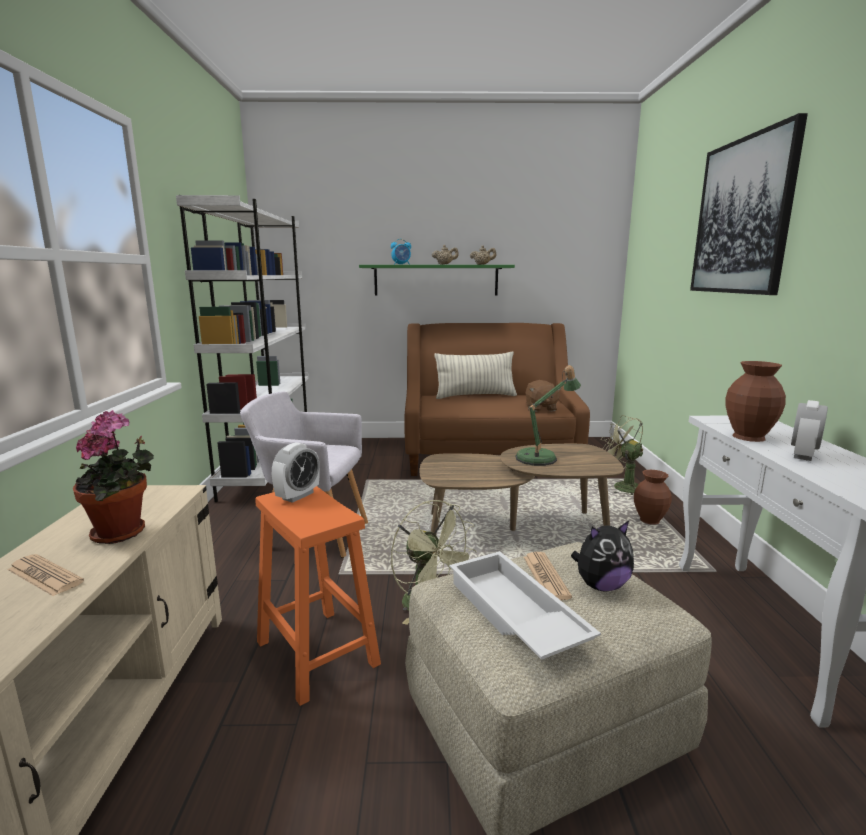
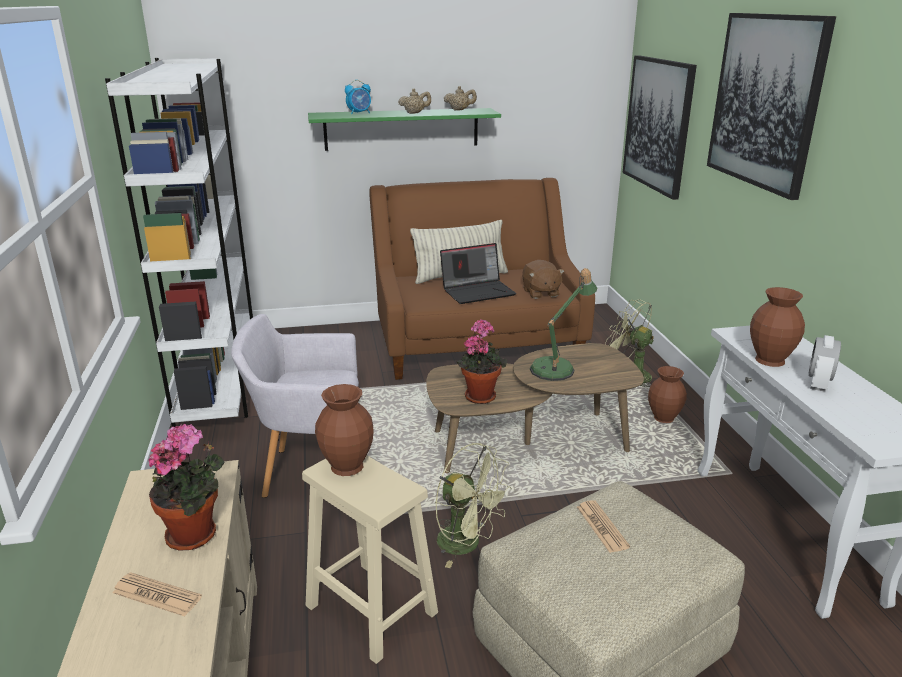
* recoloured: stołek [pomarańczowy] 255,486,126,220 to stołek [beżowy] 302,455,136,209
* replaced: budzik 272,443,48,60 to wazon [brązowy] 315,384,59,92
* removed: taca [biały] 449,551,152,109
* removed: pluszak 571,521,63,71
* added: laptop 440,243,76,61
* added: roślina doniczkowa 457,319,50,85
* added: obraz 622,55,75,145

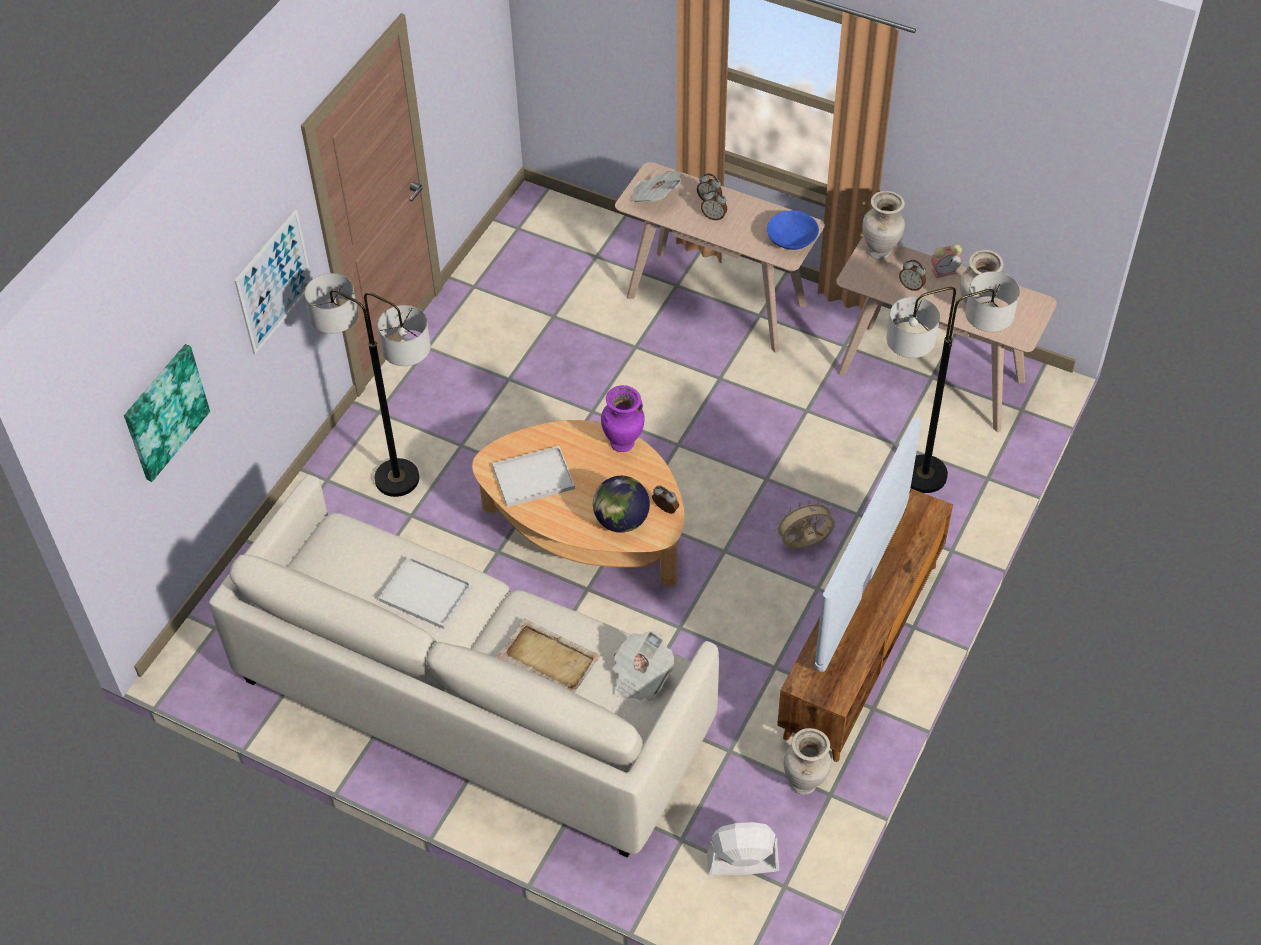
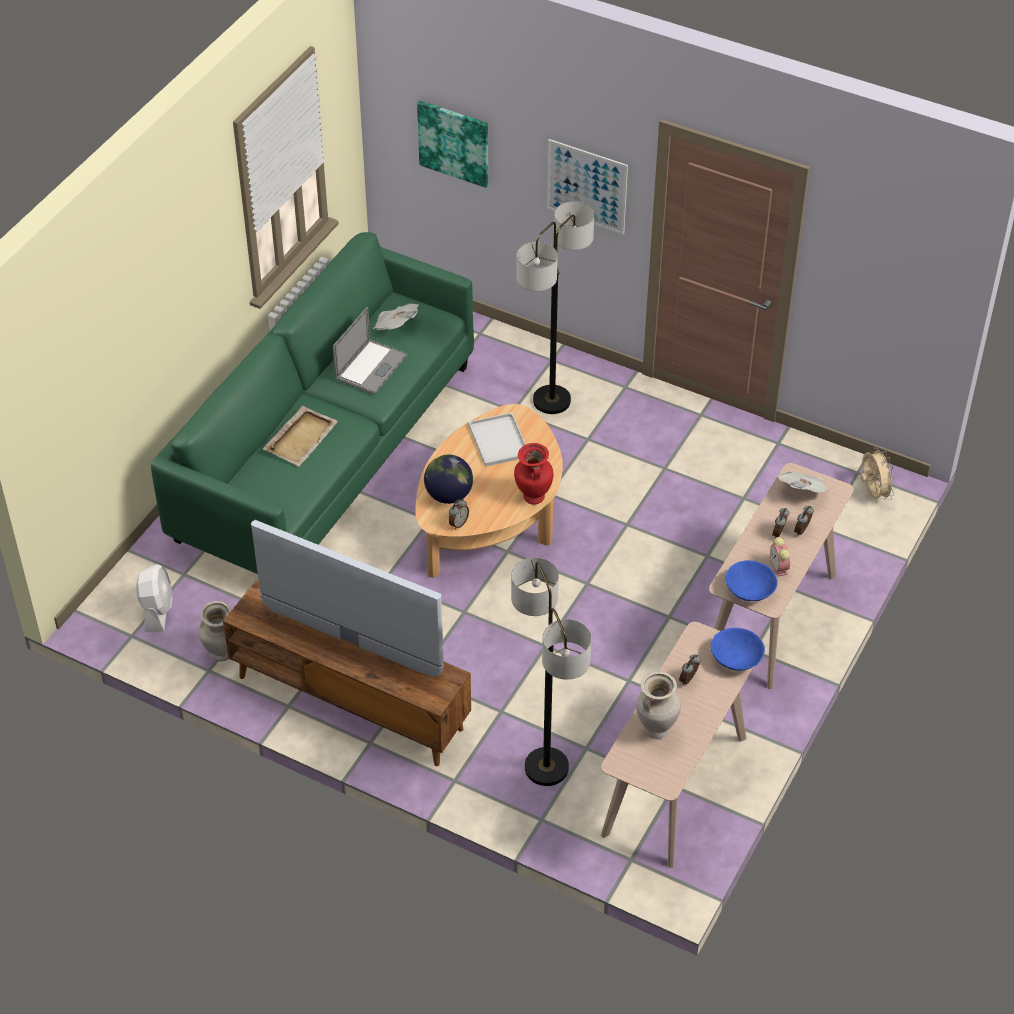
* recoloured: kanapa [biały] 209,475,510,383 to kanapa [zielony] 151,232,323,342
* replaced: taca [biały] 379,556,94,73 to laptop 333,307,75,87
* recoloured: wazon [fioletowy] 601,385,44,67 to wazon [czerwony] 514,443,39,62
* moved: gazeta 613,631,61,70 to 373,303,46,27
* moved: wentylator [beżowy] 773,499,62,50 to 860,448,36,52
* replaced: wazon [beżowy] 862,191,43,69 to miska [niebieski] 711,628,54,43
* moved: budzik 931,244,31,34 to 770,537,20,40

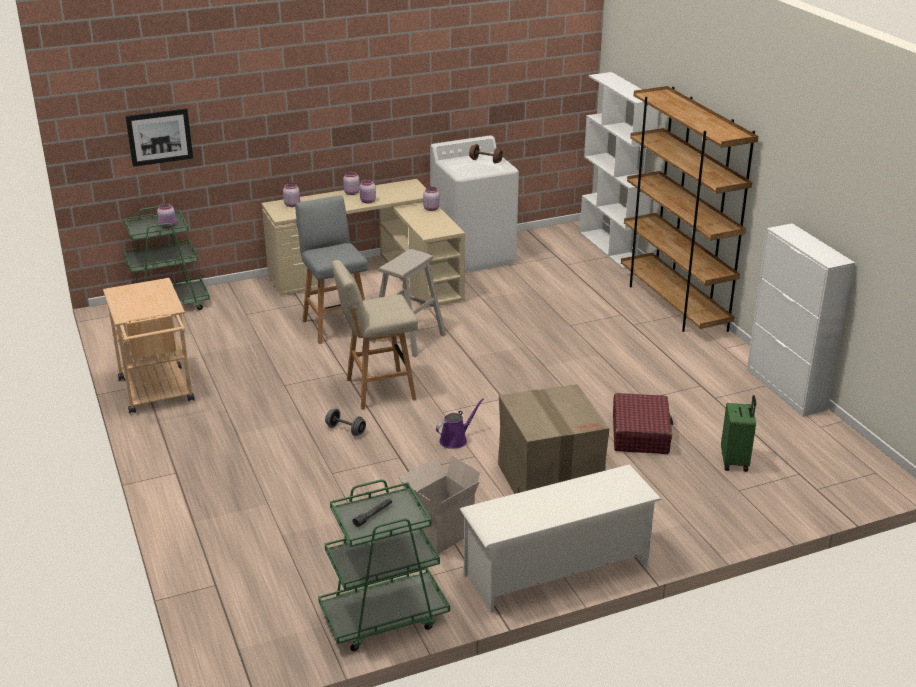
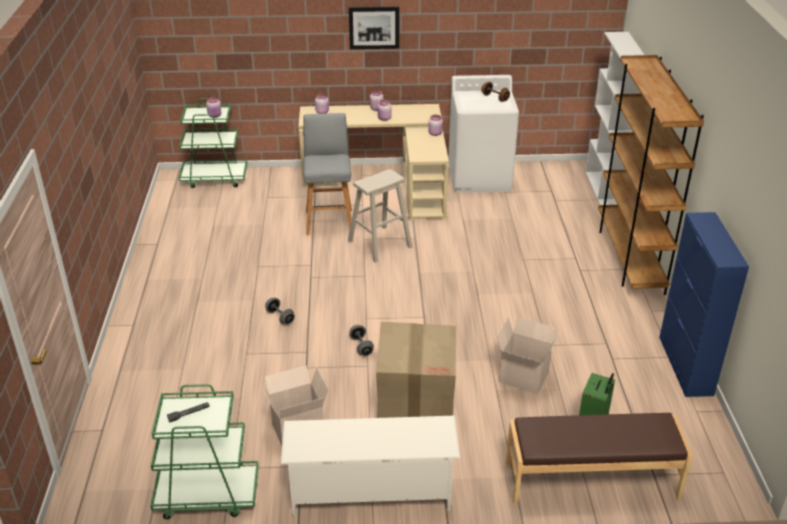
* removed: wózek [beżowy] 103,278,92,135
* moved: obraz 126,108,67,59 to 349,6,50,43
* removed: stołek [beżowy] 332,260,86,150
* replaced: konewka [fioletowy] 436,398,48,51 to hantel [szary] 349,325,25,31
* replaced: walizka [czerwony] 613,393,60,61 to karton 497,317,63,77
* recoloured: szafka [biały] 747,223,108,194 to szafka [niebieski] 659,212,90,185
* added: ławka [brązowy] 506,413,187,93

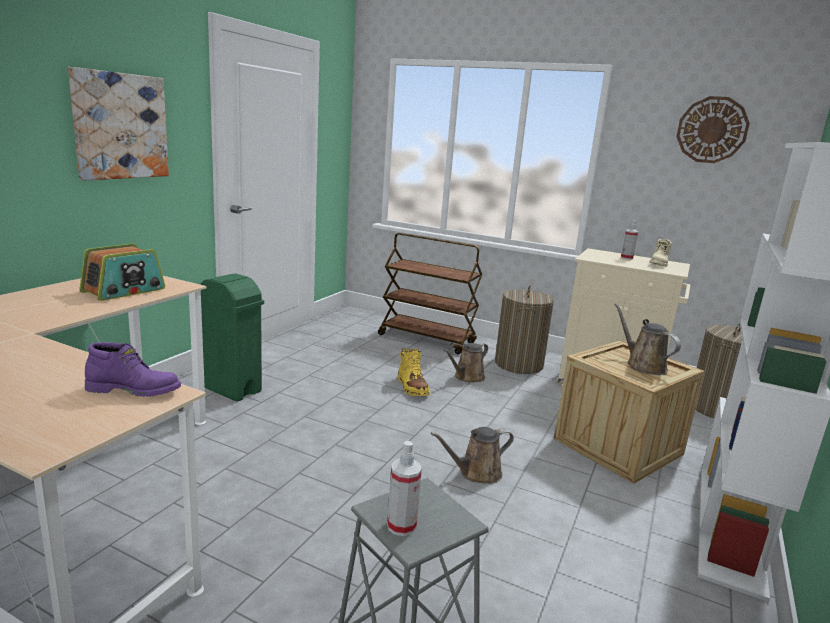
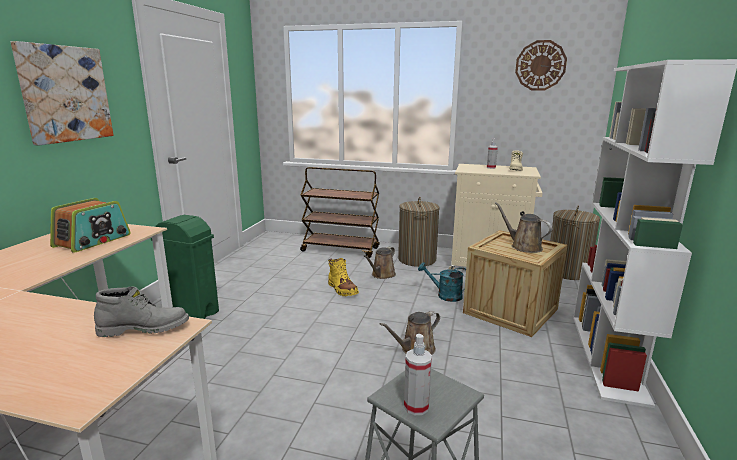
* recoloured: but z cholewką [fioletowy] 85,342,96,55 to but z cholewką [szary] 94,286,95,51
* added: konewka [turkusowy] 418,262,48,40

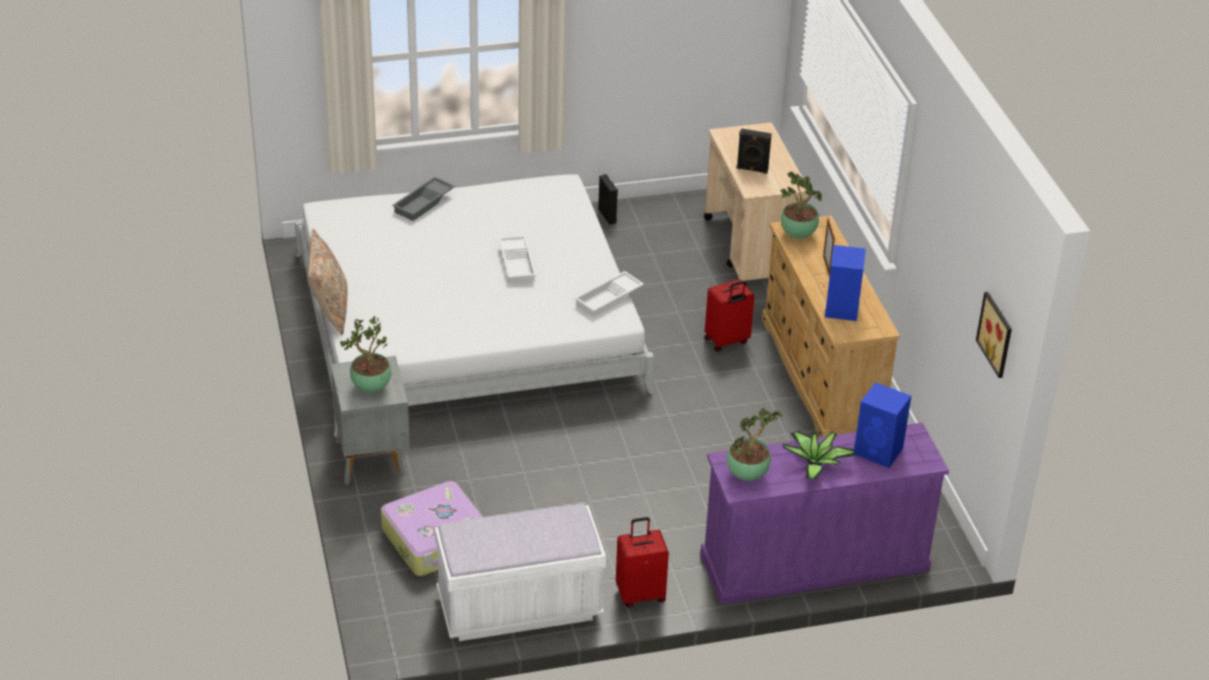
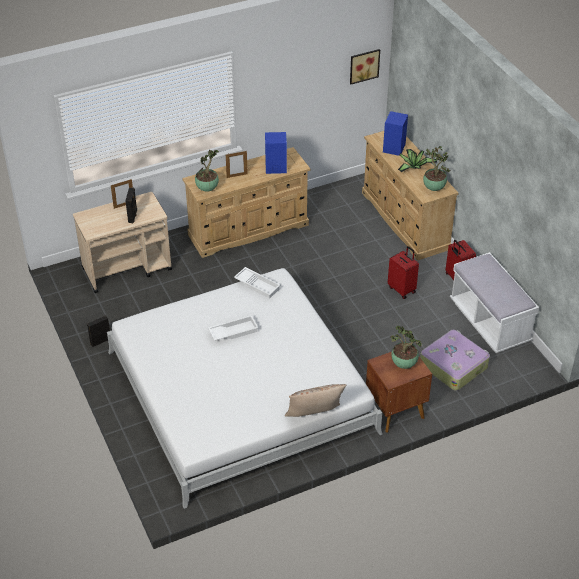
* recoloured: szafka nocna [szary] 331,356,79,129 to szafka nocna [brązowy] 366,352,66,81
* removed: taca [szary] 392,176,63,45
* recoloured: komoda [fioletowy] 700,422,249,183 to komoda [beżowy] 362,131,96,130
* moved: walizka [czerwony] 705,279,50,73 to 388,246,31,53
* added: ramka na zdjęcie 111,179,22,30

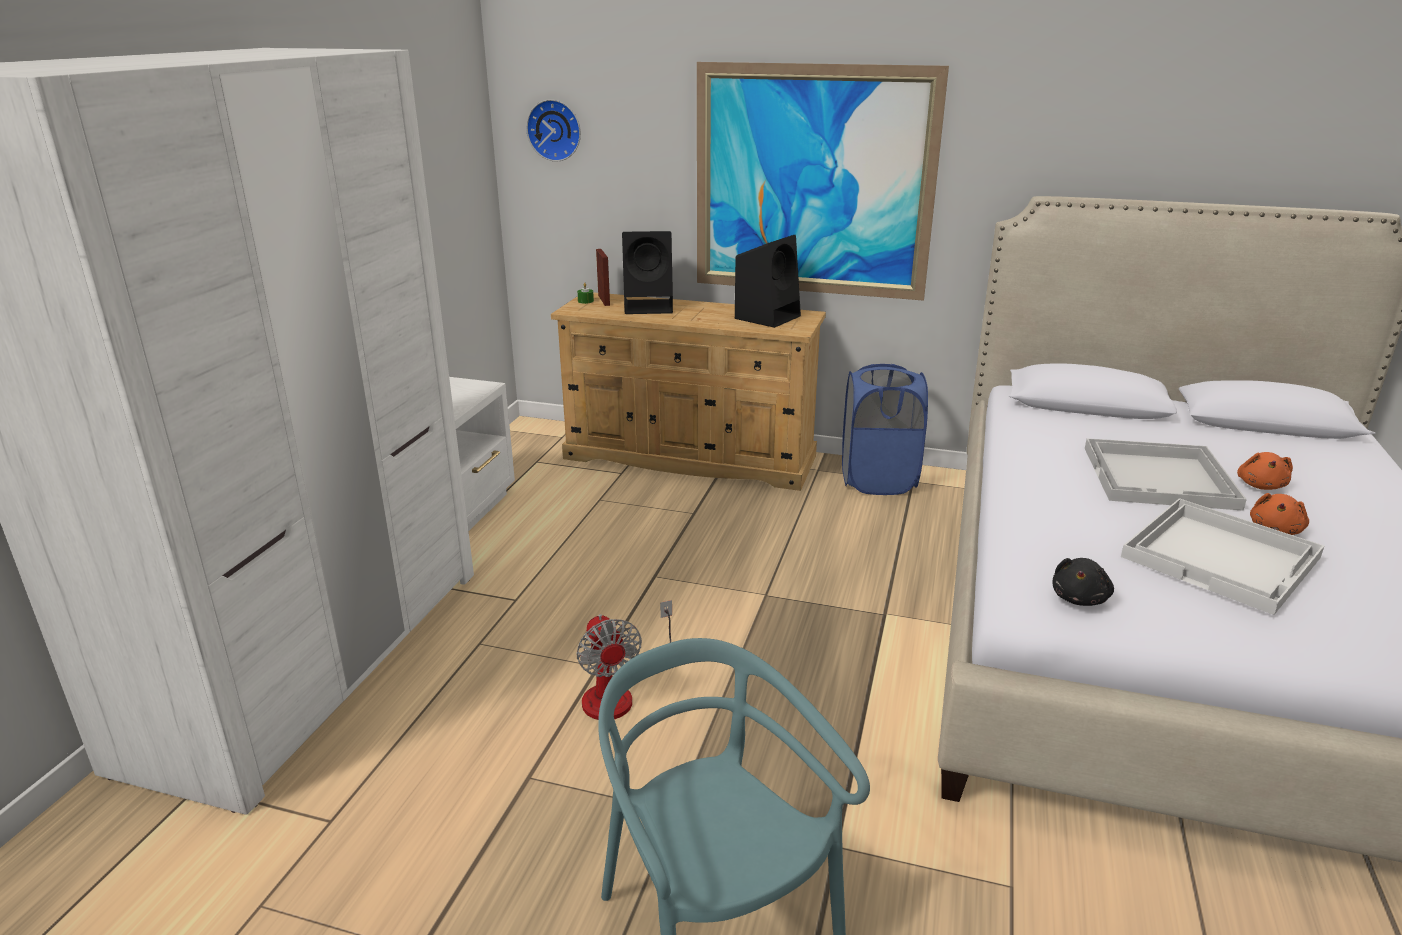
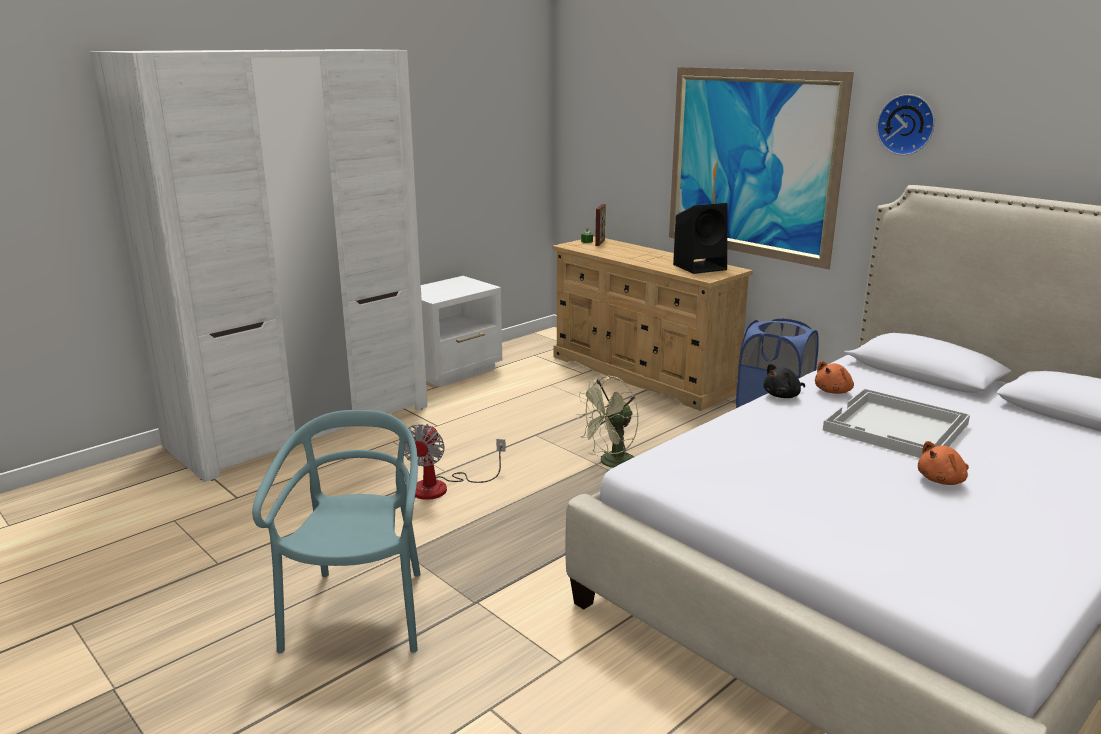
* moved: zegar ścienny 526,99,55,63 to 877,94,58,61
* removed: głośnik [czarny] 622,231,51,83
* moved: pluszak [czarny] 1053,558,61,48 to 763,364,42,34
* removed: taca [biały] 1121,498,204,117
* moved: pluszak [pomarańczowy] 1237,452,56,38 to 815,361,39,33
* added: wentylator [zielony] 575,376,64,92

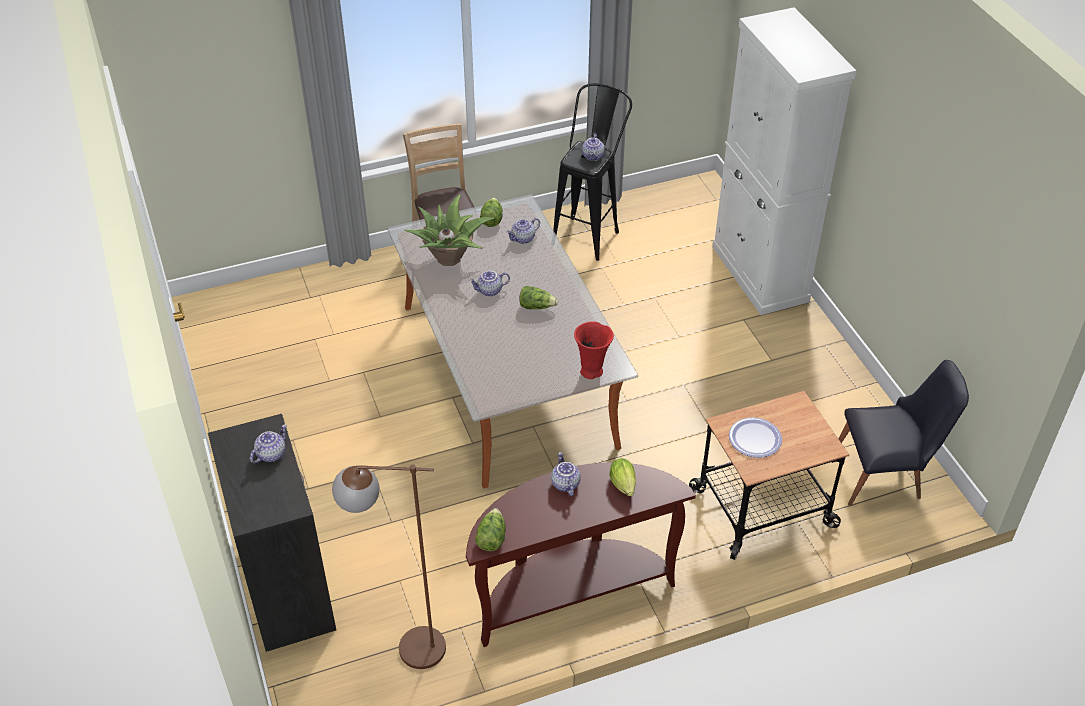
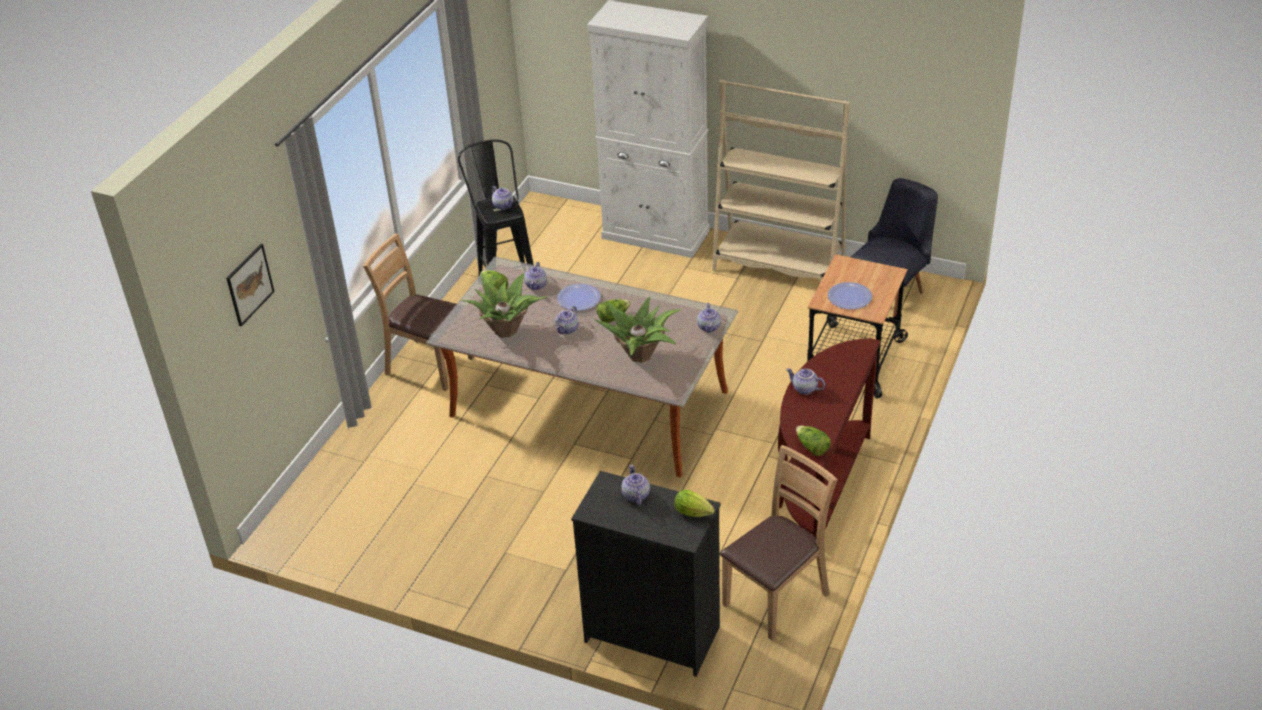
* replaced: lampa stojąca [brązowy] 332,464,114,205 to krzesło [brązowy] 720,445,118,195
* replaced: wazon [czerwony] 574,321,40,58 to imbryk 697,303,24,30
* moved: sałata 609,458,27,38 to 674,490,41,27
* added: obraz 226,244,49,82
* added: talerz 557,284,44,27
* added: roślina doniczkowa 594,297,87,66
* added: regał [beżowy] 712,79,138,201

